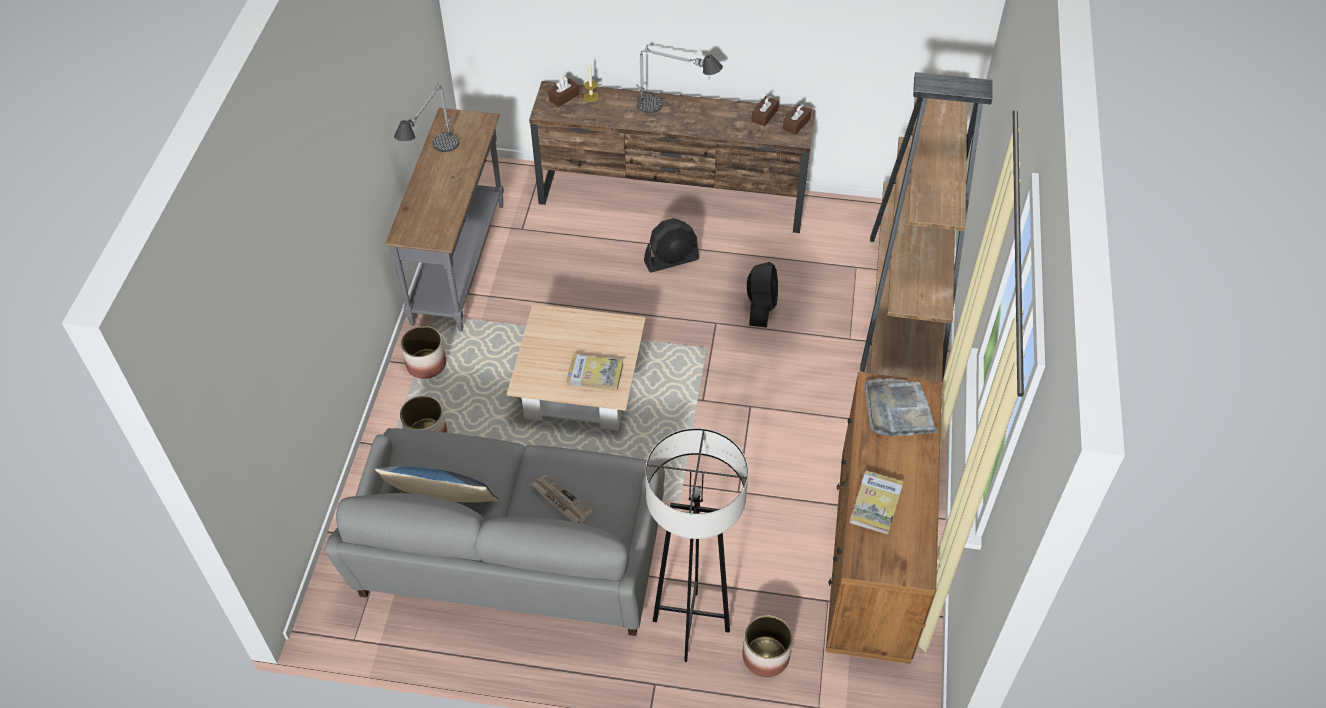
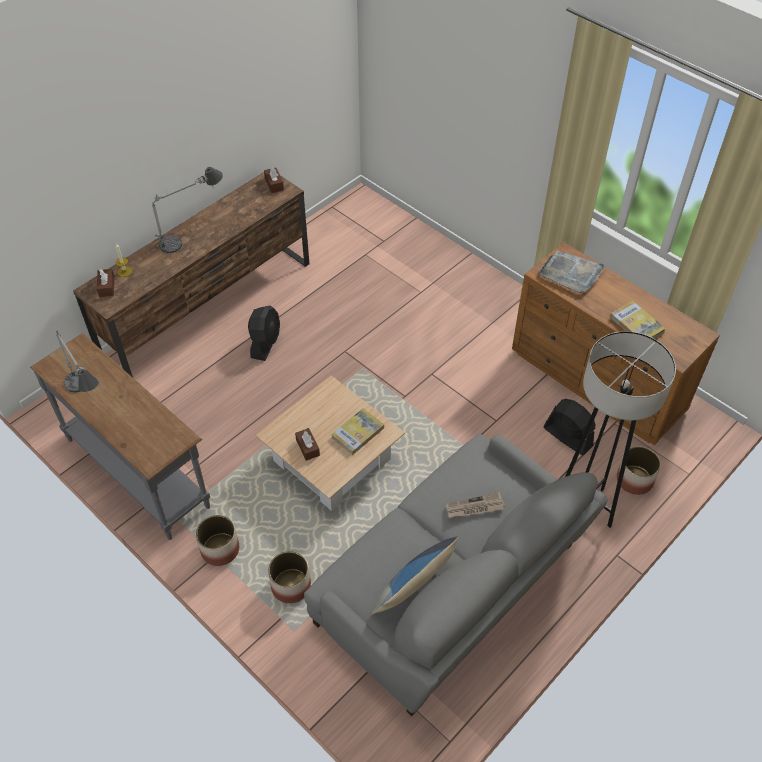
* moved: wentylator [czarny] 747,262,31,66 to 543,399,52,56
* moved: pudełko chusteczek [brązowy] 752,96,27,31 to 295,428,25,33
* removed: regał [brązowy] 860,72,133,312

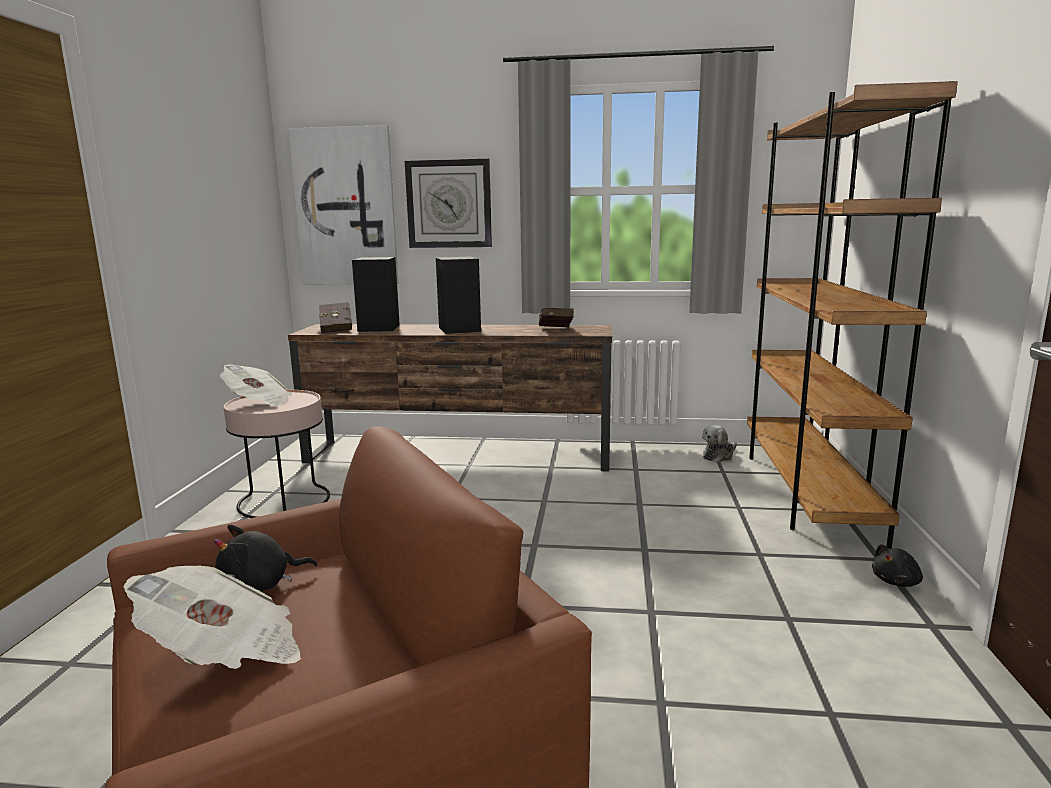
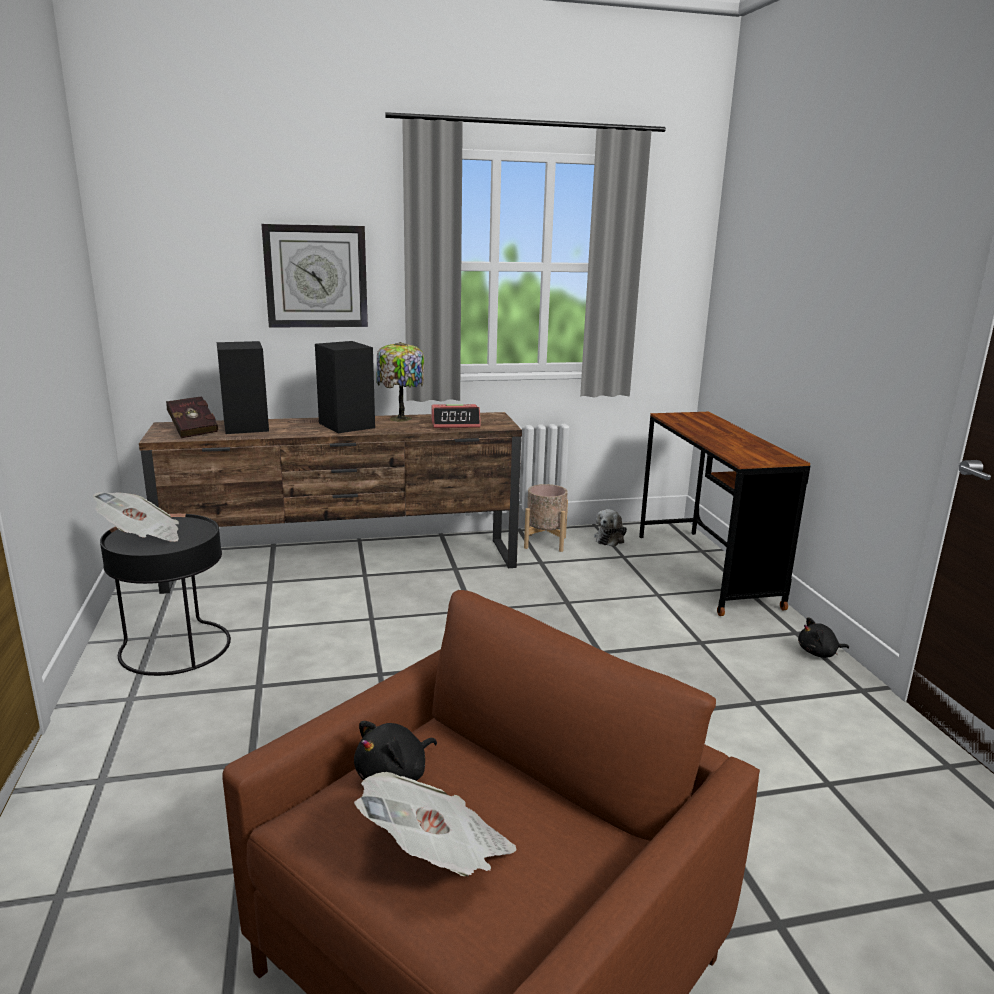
* recoloured: stolik [różowy] 224,390,106,128 to stolik [czarny] 100,514,131,162
* removed: obraz 288,125,111,160
* replaced: książka [czerwony] 539,308,35,19 to budzik 431,404,50,24
* replaced: regał [brązowy] 747,81,211,468 to biurko [brązowy] 639,412,171,204
* turned: pluszak [czarny] 872,544,51,43 = 798,617,51,41 45 degrees clockwise
* added: lampa stołowa 376,342,48,80
* added: donica [beżowy] 524,484,44,68

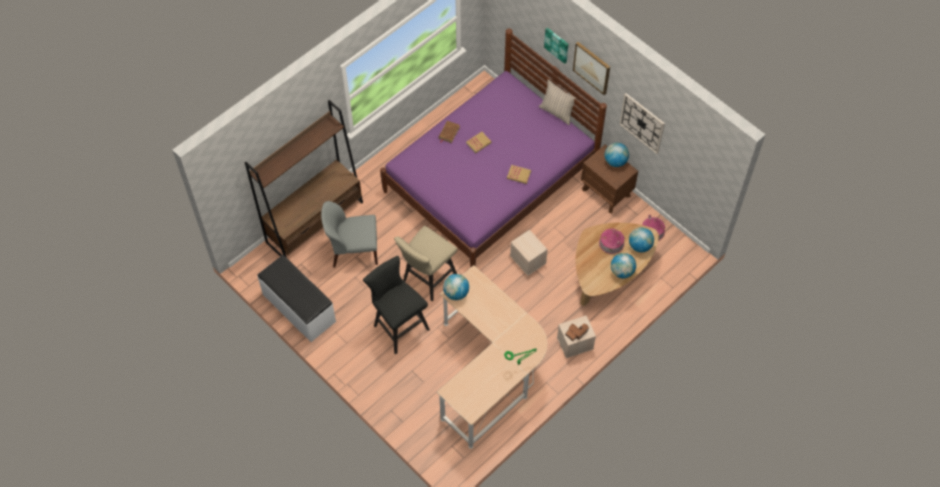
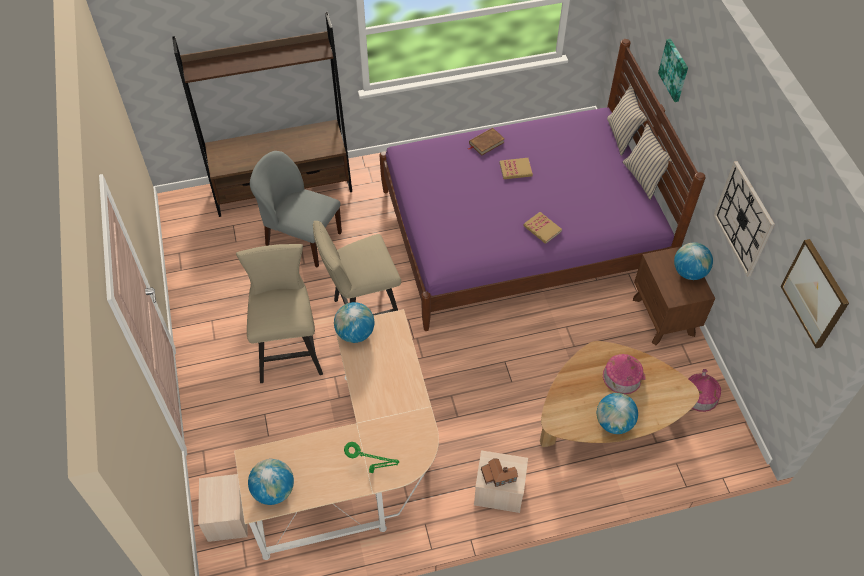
* removed: ławka [biały] 257,255,79,87
* recoloured: stołek [czarny] 363,256,67,99 to stołek [beżowy] 236,244,87,139
* moved: pojemnik do przechowywania [beżowy] 510,230,38,46 to 198,474,50,68
* moved: obraz 573,42,37,53 to 780,239,69,109
* moved: globus 629,227,25,25 to 248,459,46,46
* added: poduszka [beżowy] 607,84,41,72

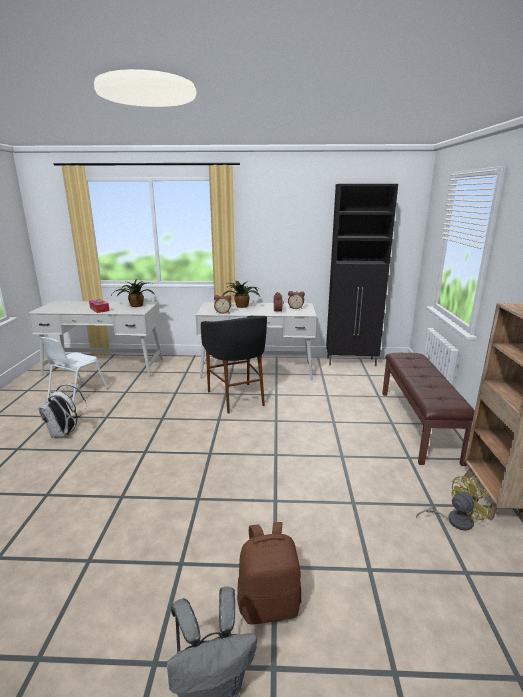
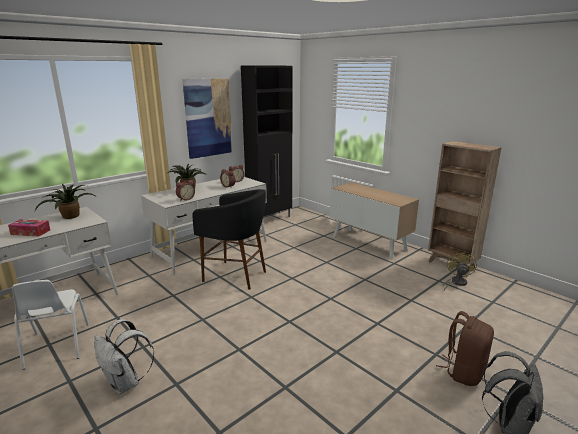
* replaced: ławka [brązowy] 382,353,93,113 to szafka 330,182,89,78
* added: obraz 182,78,50,81

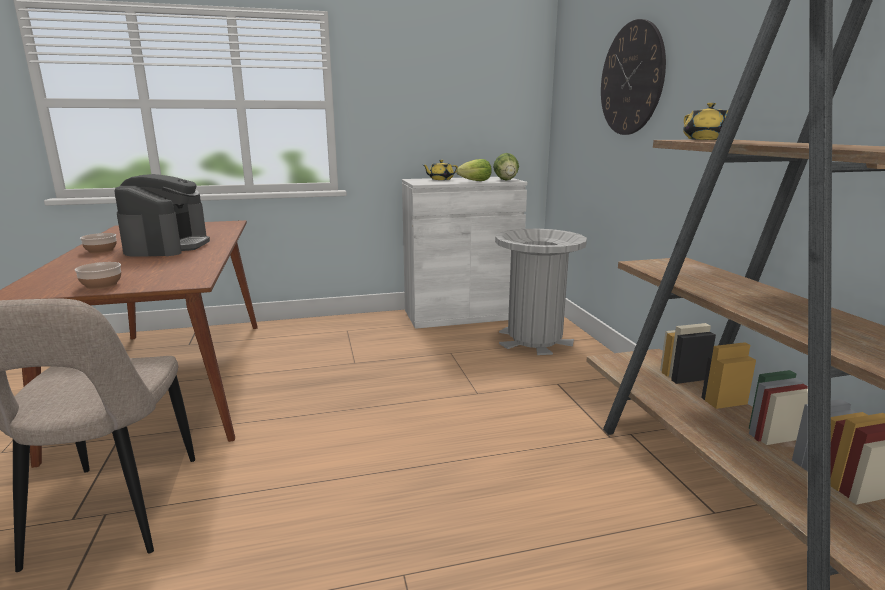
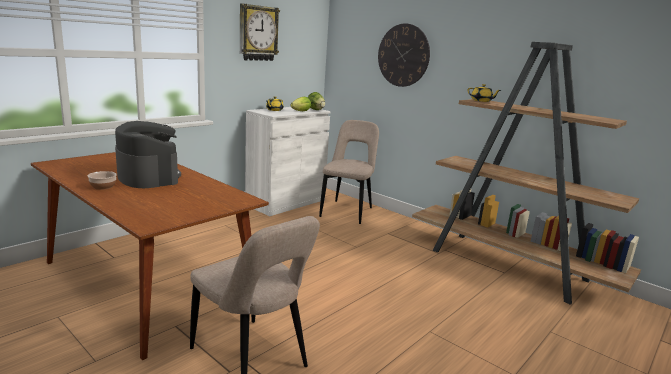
* removed: miska 75,262,46,27
* replaced: kosz na śmieci [szary] 495,229,92,126 to krzesło [beżowy] 319,120,60,104
* added: zegar ścienny 240,3,40,58

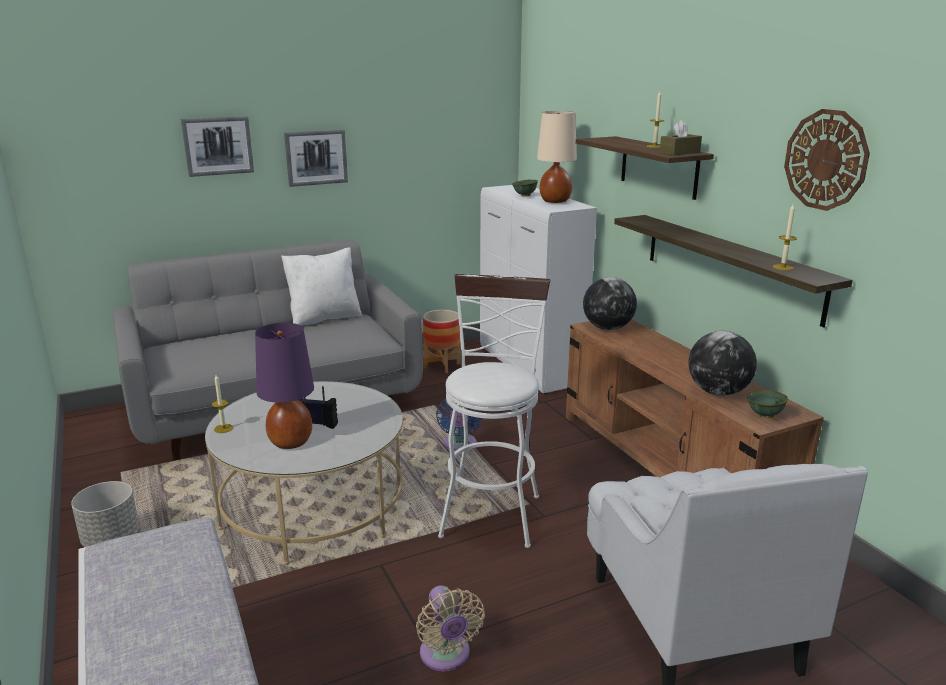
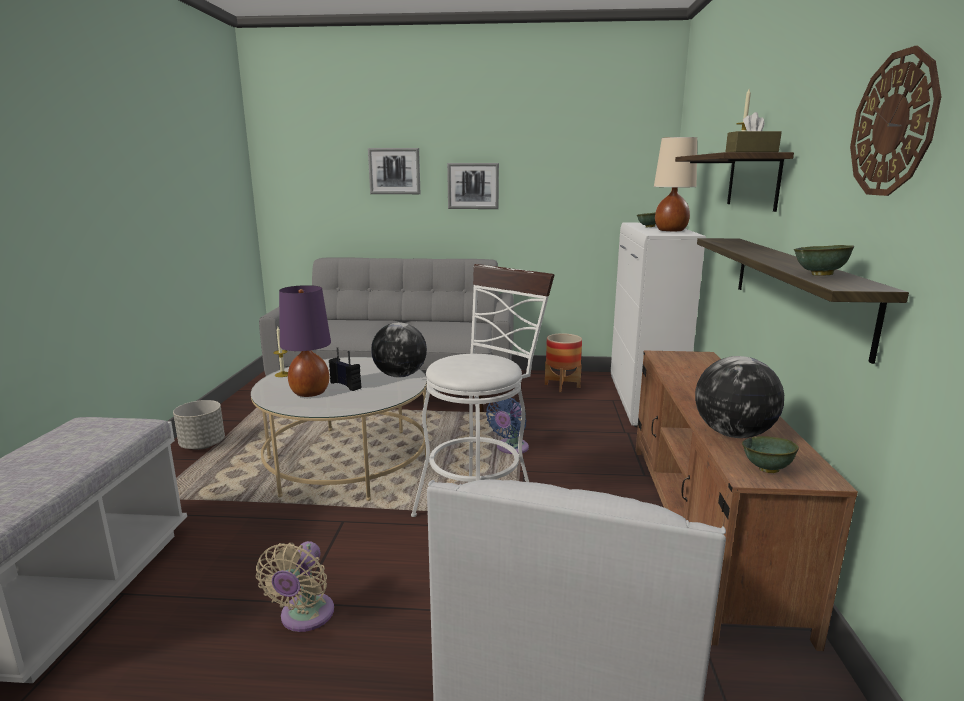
* removed: poduszka [biały] 281,247,82,79
* moved: globus 583,277,54,53 to 371,322,56,55
* replaced: świeca 773,204,24,66 to miska [zielony] 794,245,60,31

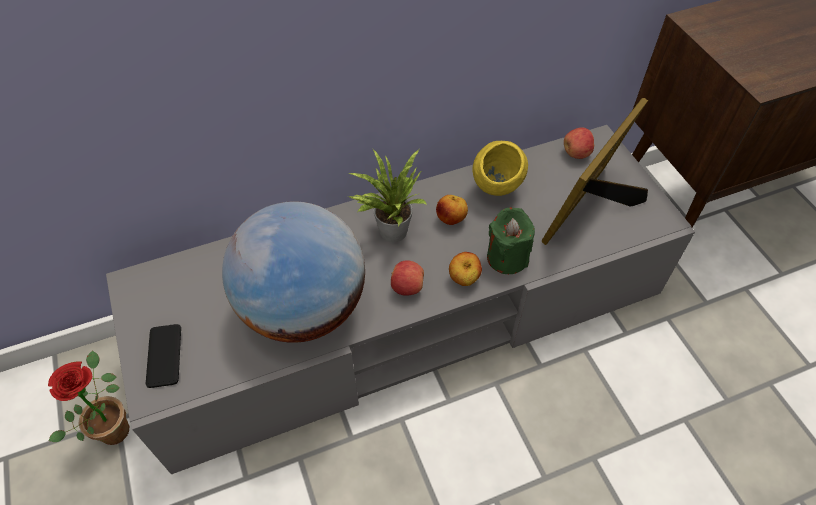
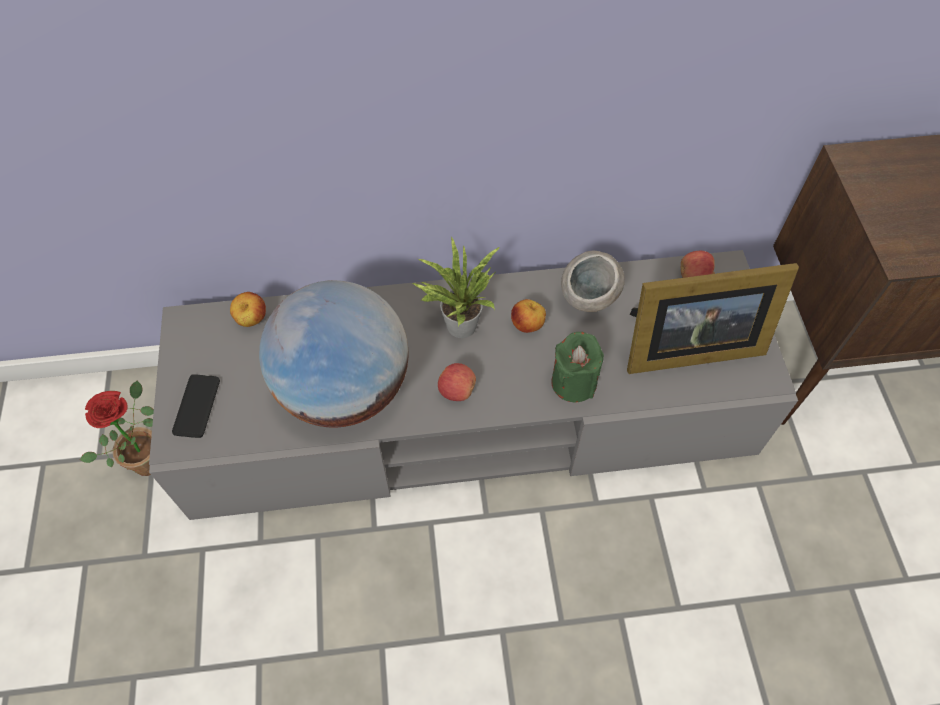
* moved: jabłko 449,252,33,34 to 230,292,36,35
* recoloured: miska [żółty] 472,141,56,55 to miska [szary] 561,251,64,61
* turned: ramka na zdjęcie 542,98,106,147 = 627,263,172,111 150 degrees counterclockwise

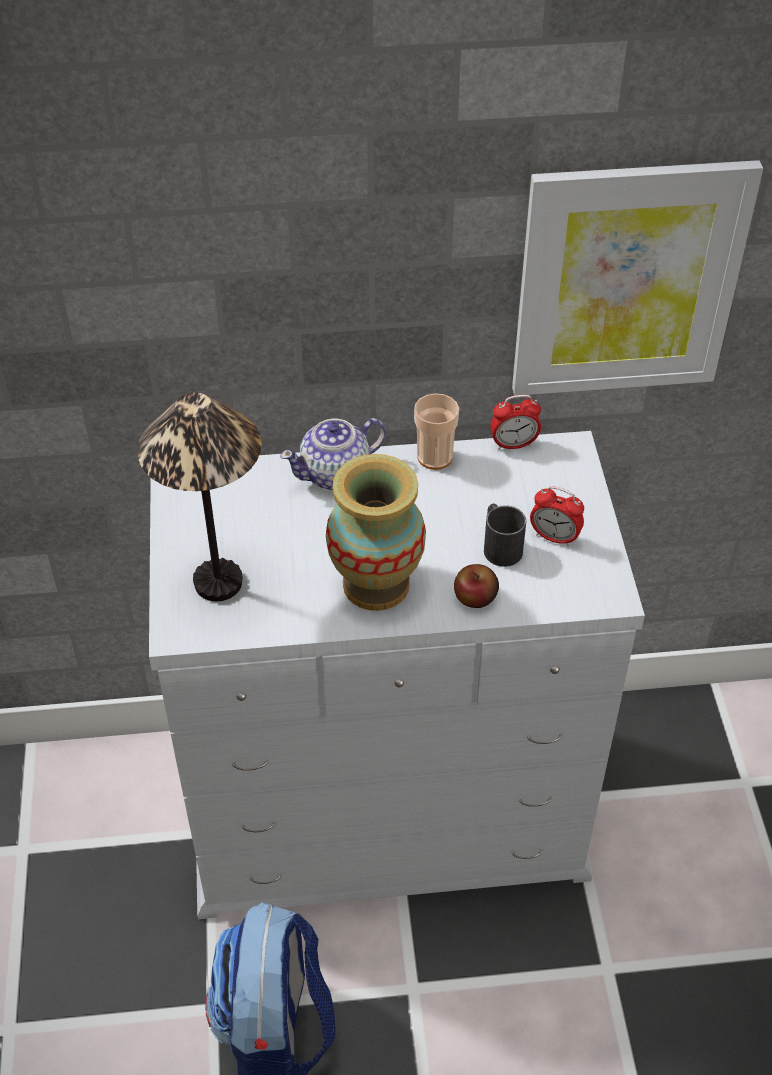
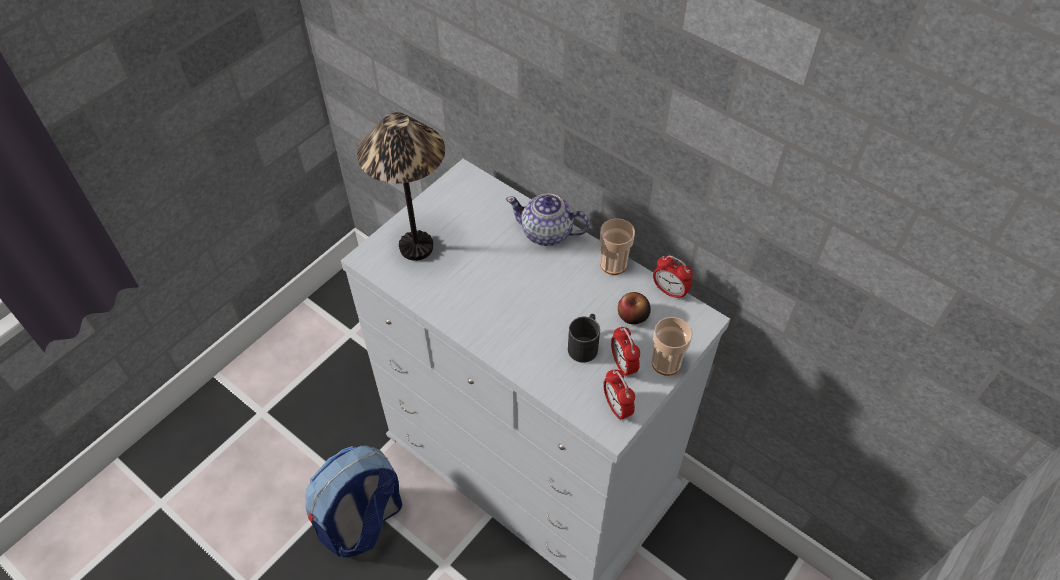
* removed: wazon 326,454,100,157
* moved: jabłko 454,564,45,44 to 618,292,33,32
* removed: obraz 512,160,251,235
* added: budzik 603,369,32,52
* added: filiżanka 652,317,41,59

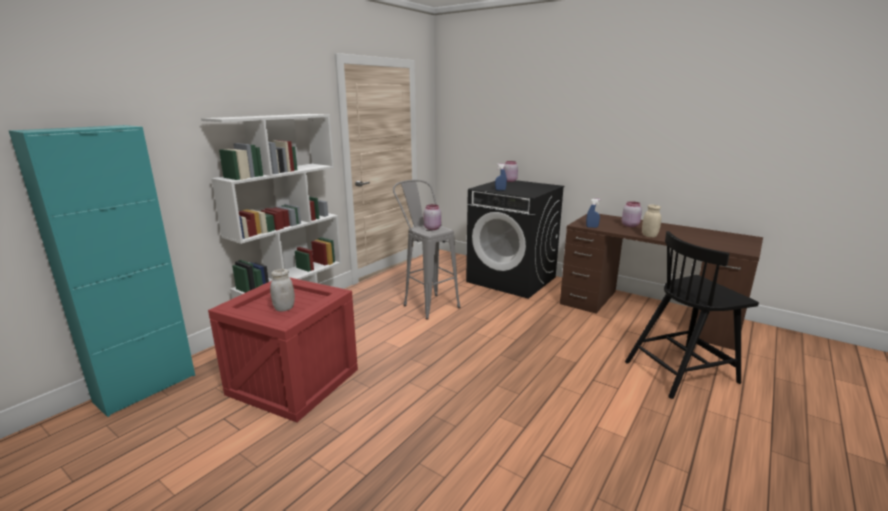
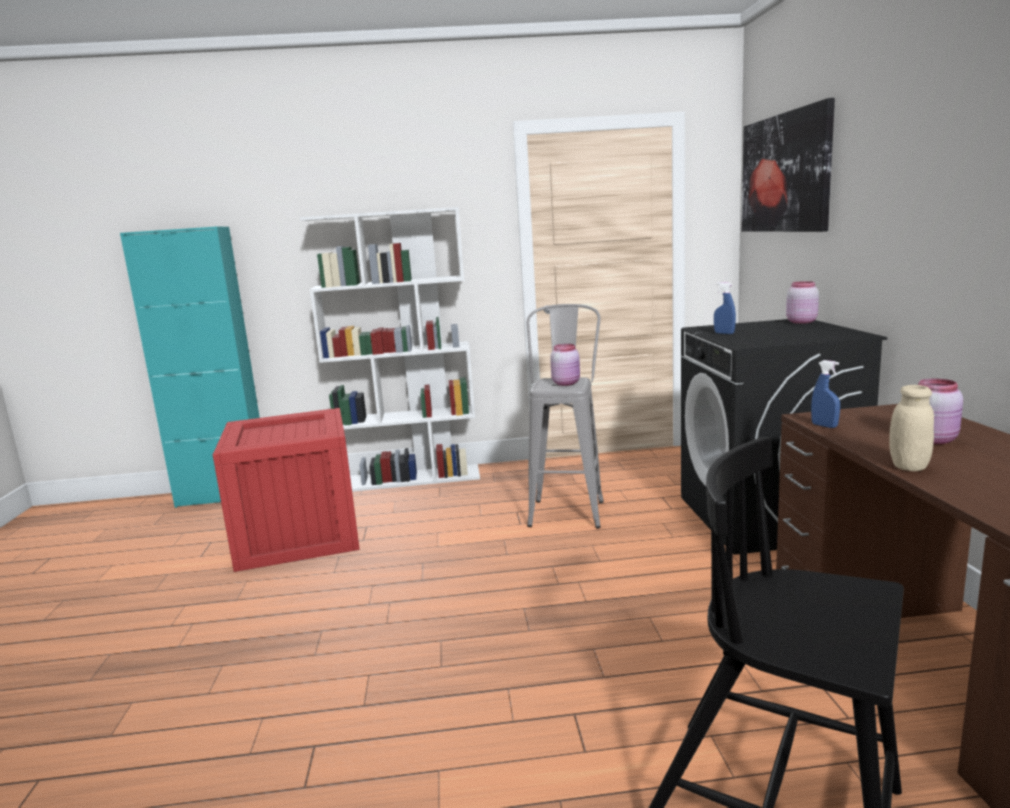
* removed: słoik [biały] 270,269,25,43
* added: obraz 742,98,93,134

